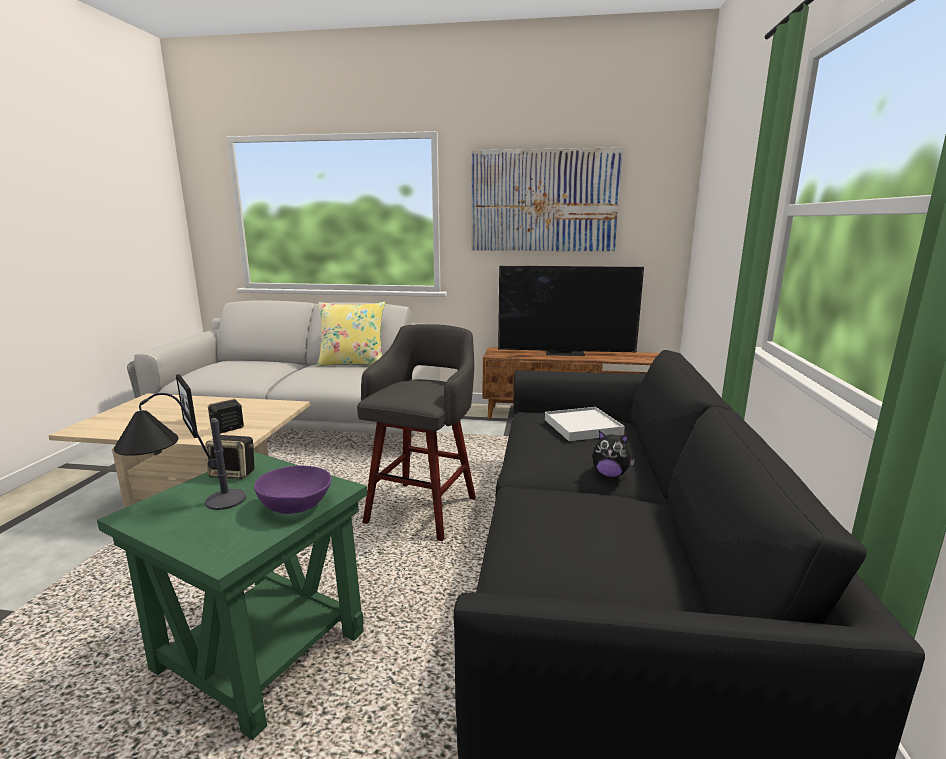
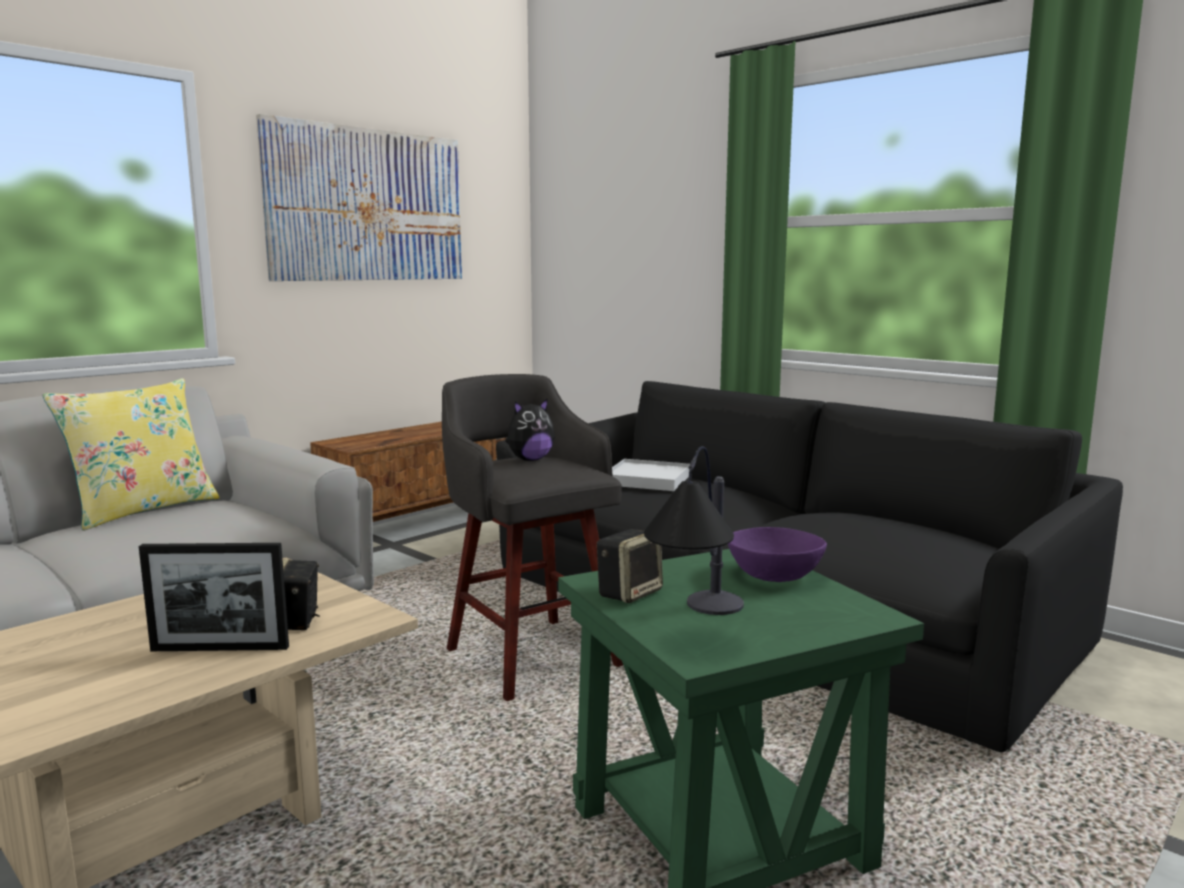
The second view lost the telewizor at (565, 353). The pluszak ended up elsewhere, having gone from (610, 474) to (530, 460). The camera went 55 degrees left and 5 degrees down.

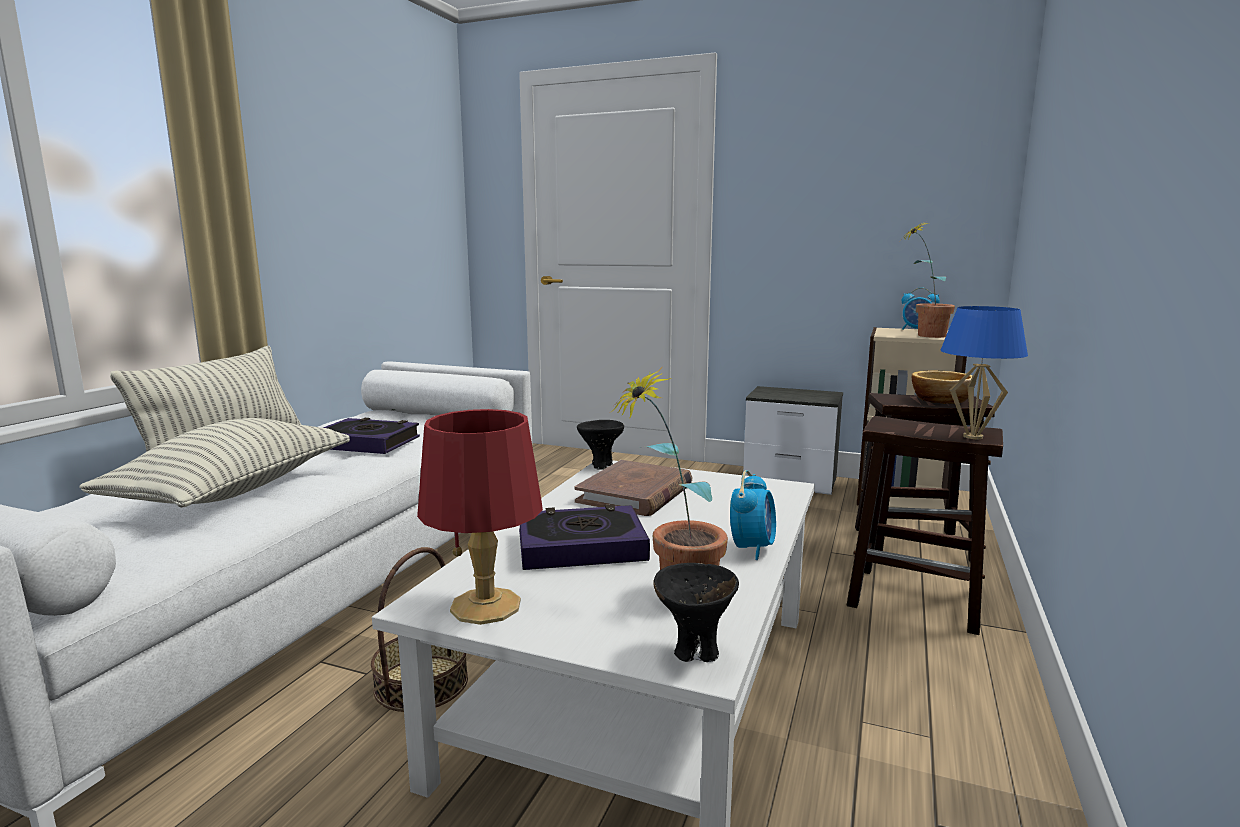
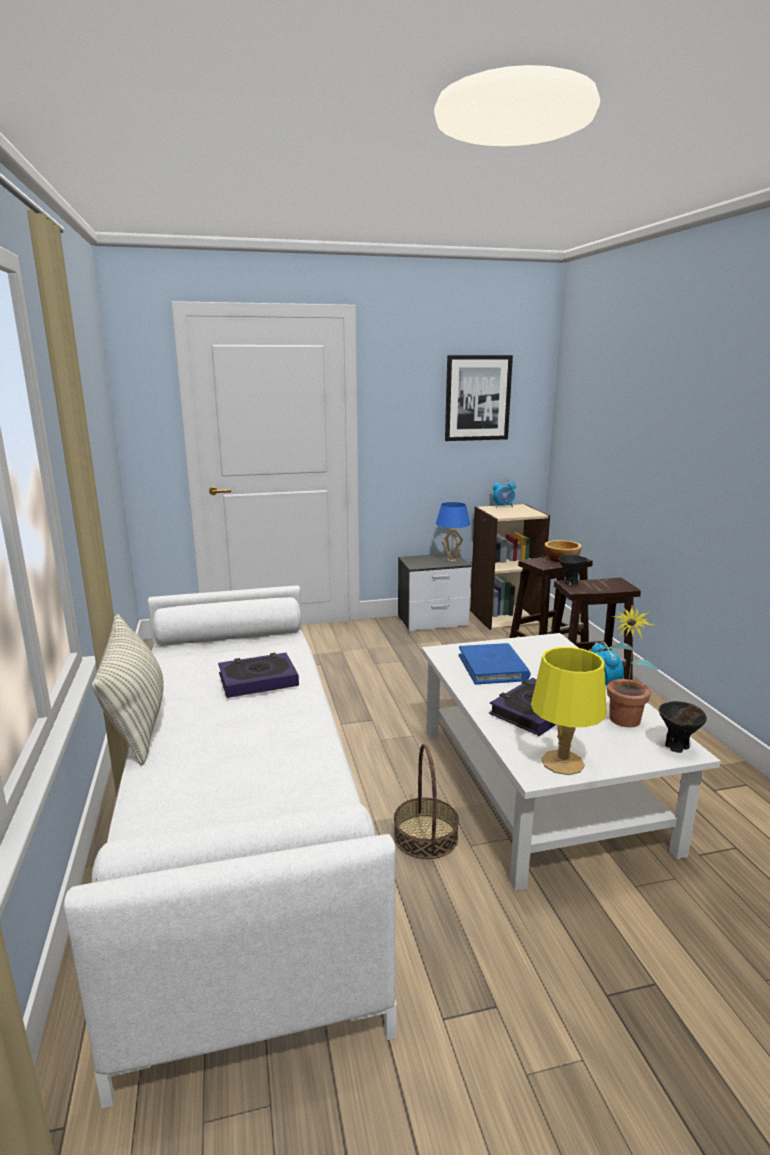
The second view lost the roślina doniczkowa at (923, 335). The lampa stołowa (niebieski) ended up elsewhere, having gone from (973, 437) to (451, 560). What was the lampa stołowa (czerwony) at (487, 606) turned into the lampa stołowa (żółty) at (563, 762). The second view lost the poduszka at (234, 491). The miska (czarny) ended up elsewhere, having gone from (601, 465) to (571, 583). What was the książka (brązowy) at (635, 493) turned into the książka (niebieski) at (493, 667). The second view gained the obraz at (477, 398). The camera went 35 degrees left and 5 degrees up.

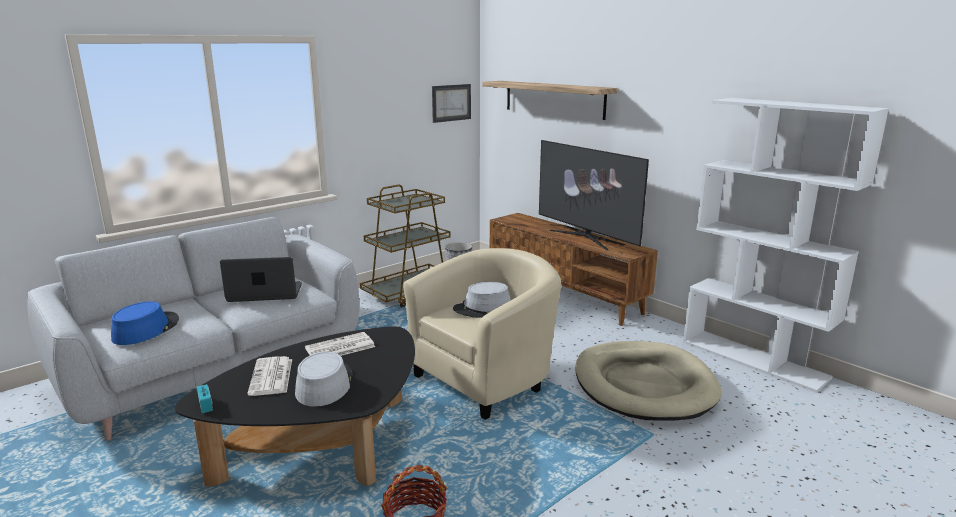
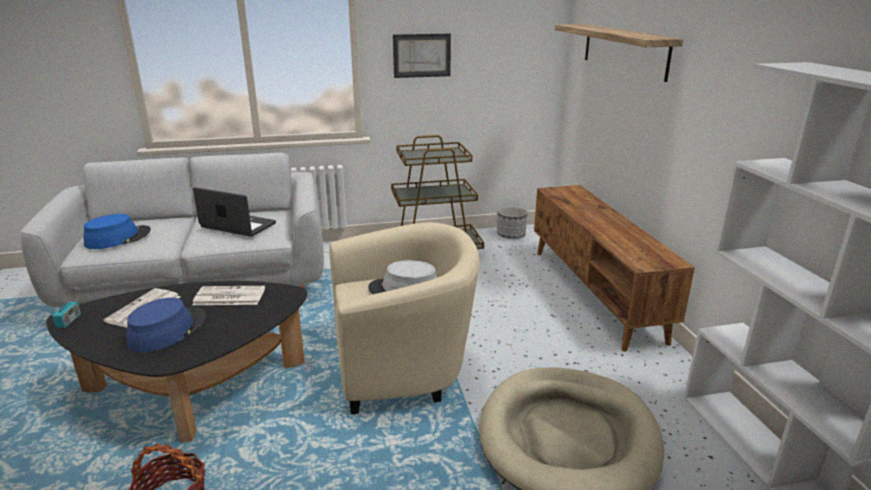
The obraz ended up elsewhere, having gone from (451, 103) to (422, 55). The second view lost the telewizor at (586, 237). What was the kapelusz (szary) at (324, 384) turned into the kapelusz (niebieski) at (167, 330). The camera went 30 degrees right and 5 degrees up.

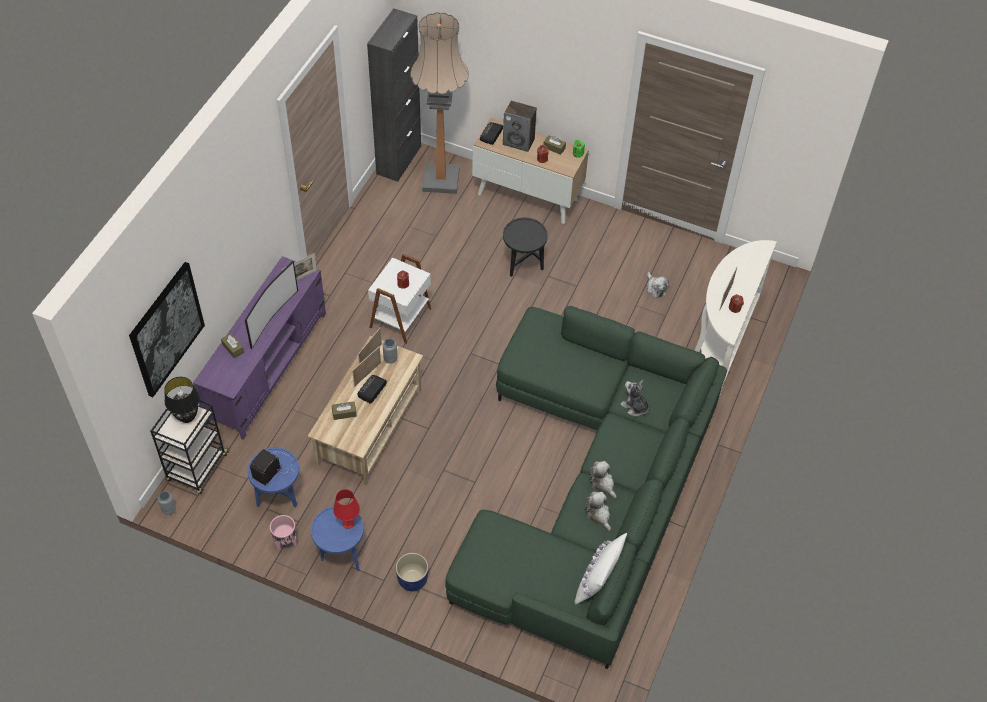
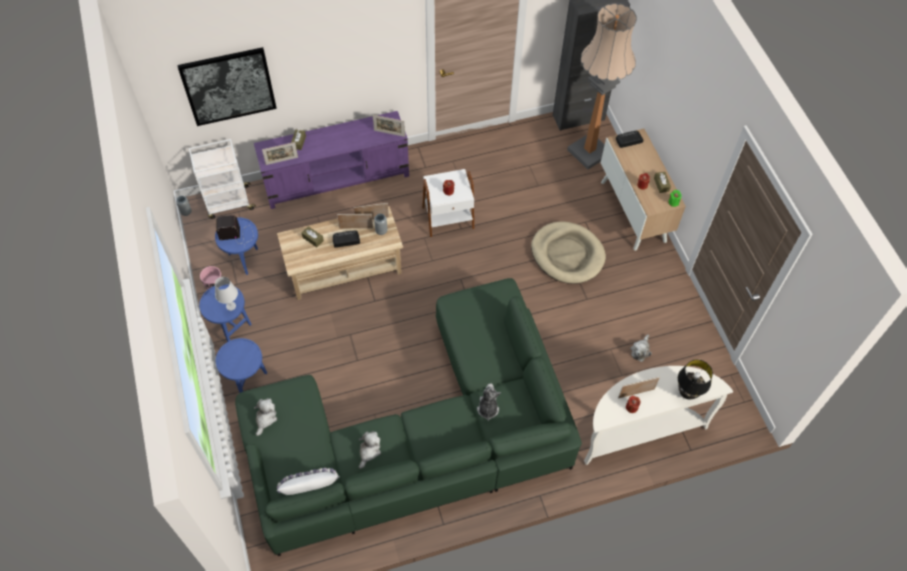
The second view lost the głośnik at (519, 141). Where the stolik (czarny) stood at (523, 267), the legowisko (beżowy) came to stand at (567, 254). The second view lost the telewizor at (272, 317). The lampa stołowa (czarny) ended up elsewhere, having gone from (187, 417) to (687, 392). What was the wózek (czarny) at (197, 468) turned into the wózek (biały) at (228, 202). The pluszak ended up elsewhere, having gone from (602, 483) to (265, 418). What was the lampa stołowa (czerwony) at (348, 523) turned into the lampa stołowa (biały) at (231, 306). Where the donica (niebieski) stood at (412, 580), the stolik (niebieski) came to stand at (247, 381). The second view gained the ramka na zdjęcie at (282, 161). The camera went 50 degrees right and 5 degrees up.

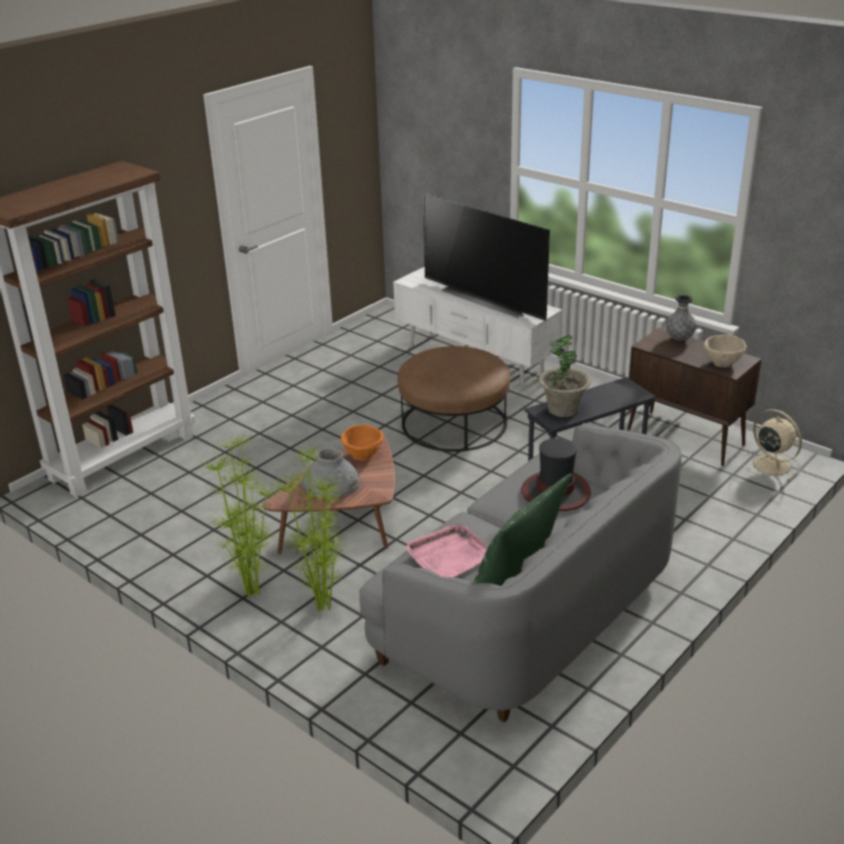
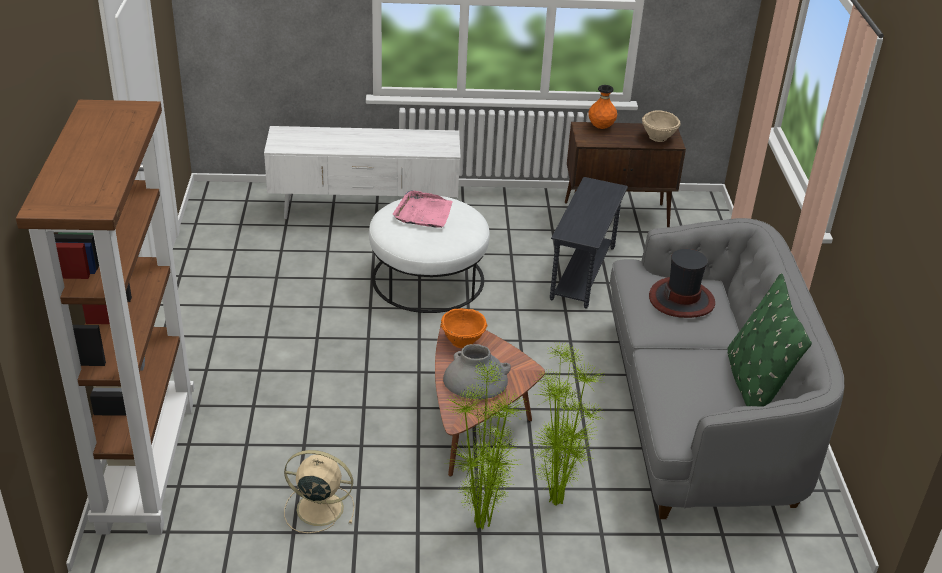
The second view lost the telewizor at (487, 299). What was the wazon (szary) at (679, 339) turned into the wazon (pomarańczowy) at (601, 127). The second view lost the roślina doniczkowa at (563, 409). What was the pufa (brązowy) at (454, 423) turned into the pufa (biały) at (427, 279). The wentylator (beżowy) ended up elsewhere, having gone from (770, 464) to (317, 508). The taca (różowy) ended up elsewhere, having gone from (448, 555) to (423, 212). The camera went 45 degrees left and 5 degrees up.

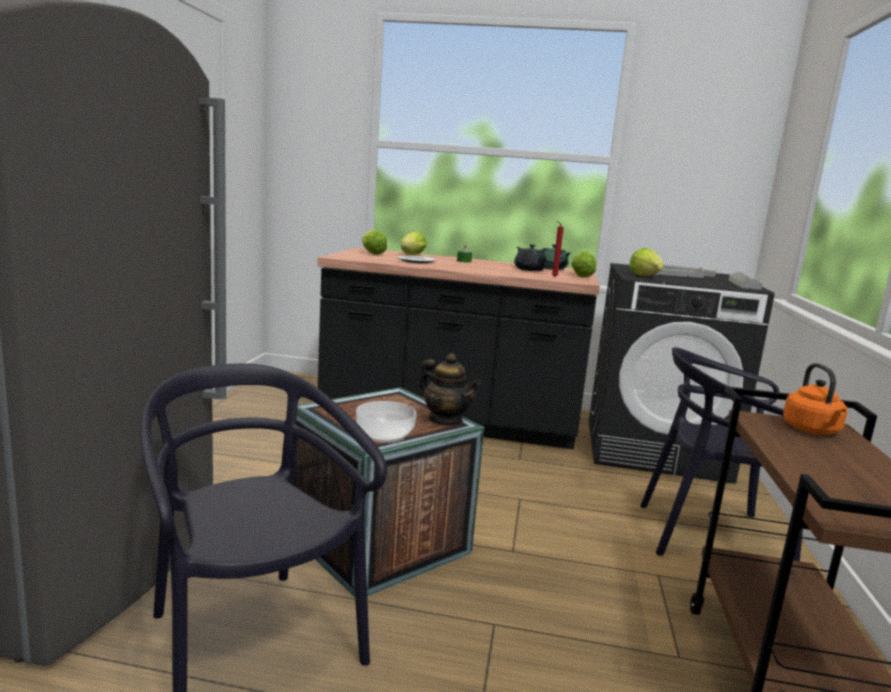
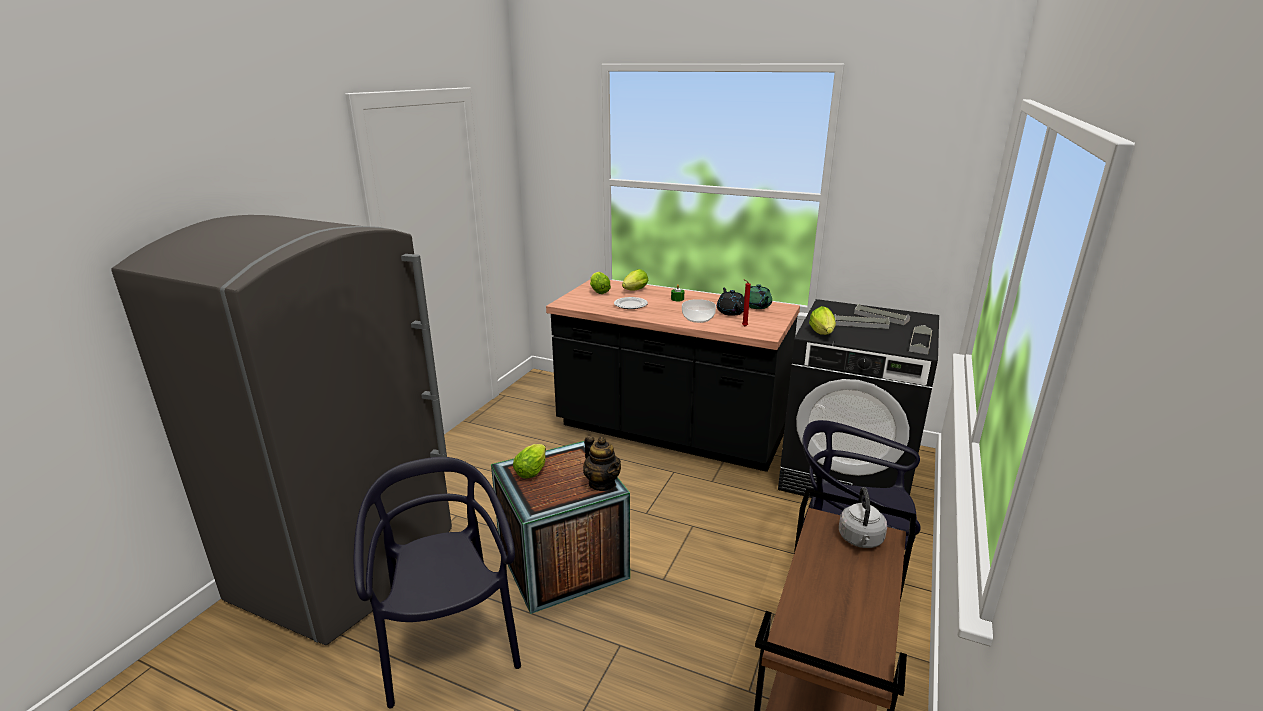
The sałata ended up elsewhere, having gone from (581, 276) to (533, 470). What was the czajnik (pomarańczowy) at (812, 431) turned into the czajnik (szary) at (860, 540). The miska ended up elsewhere, having gone from (384, 435) to (697, 318). The camera went 15 degrees right and 10 degrees up.

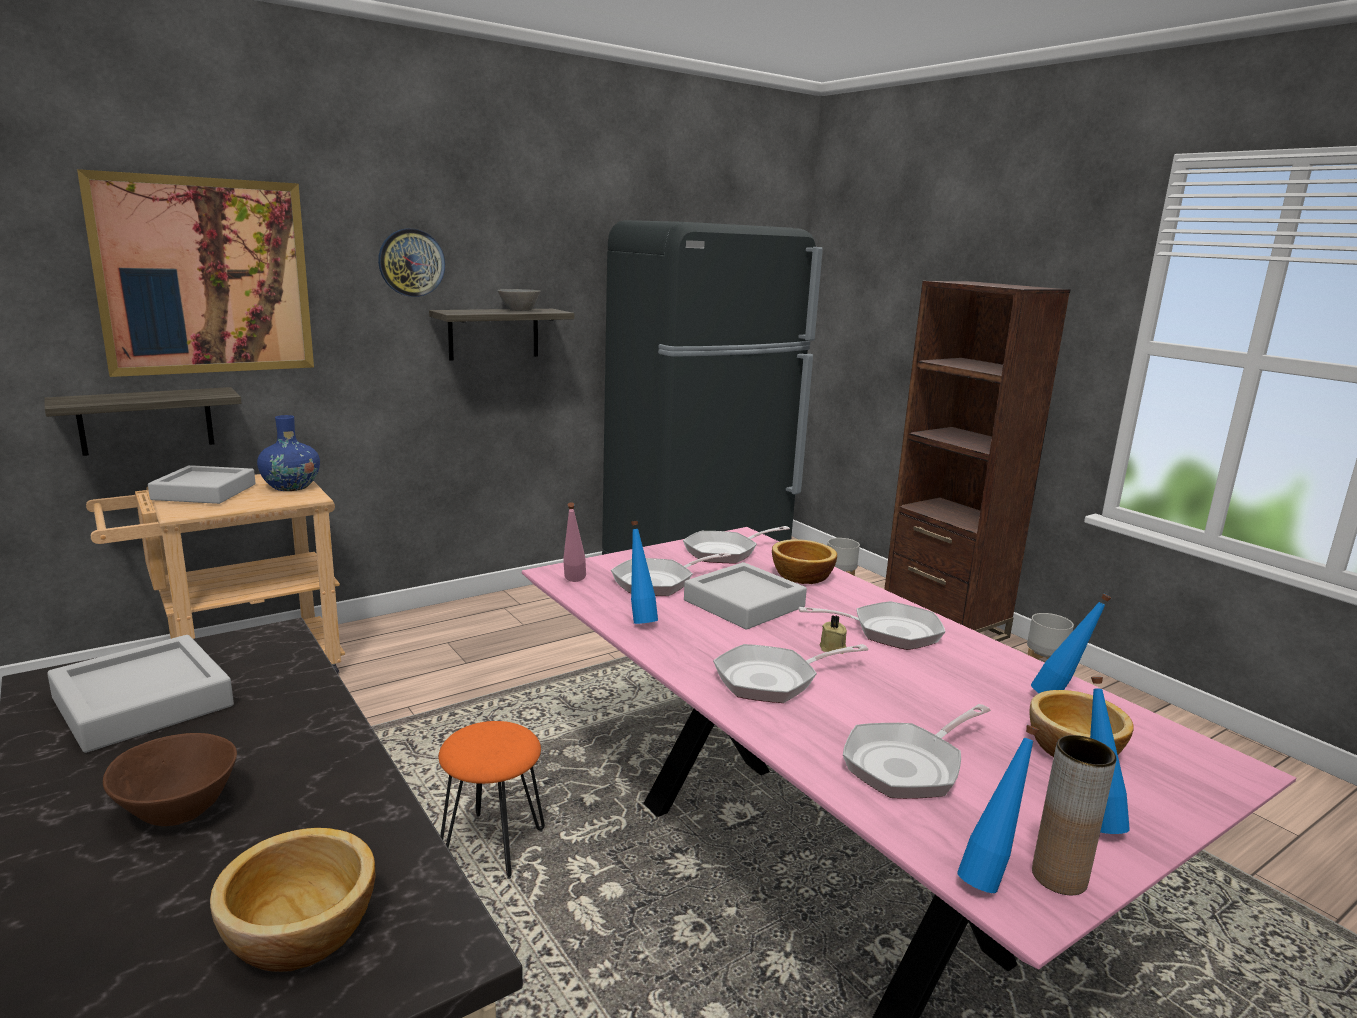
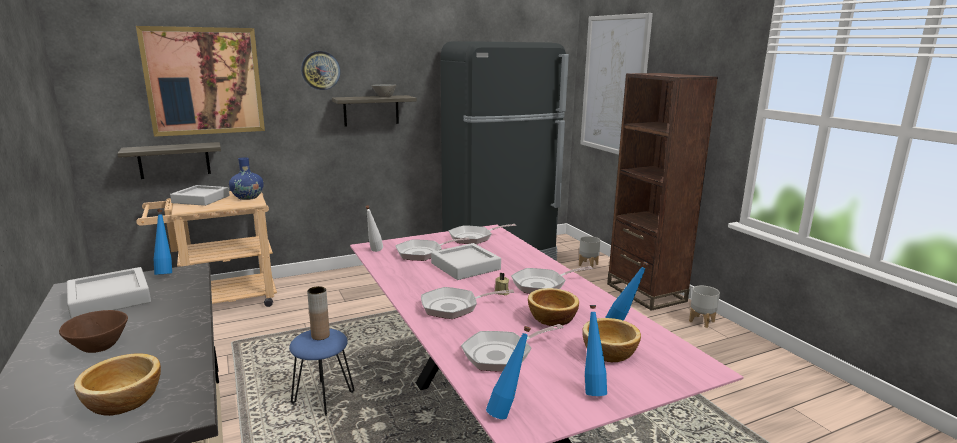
What was the butelka (różowy) at (573, 583) turned into the butelka (biały) at (374, 252). The butelka (niebieski) ended up elsewhere, having gone from (640, 620) to (166, 273). The miska ended up elsewhere, having gone from (800, 576) to (551, 318). The patelnia at (889, 632) ended up facing another way, 150 degrees clockwise from before. What was the stołek (pomarańczowy) at (491, 846) turned into the stołek (niebieski) at (323, 398). The wazon (brązowy) ended up elsewhere, having gone from (1059, 877) to (320, 336). The second view gained the obraz at (614, 85). The camera went 10 degrees right and 0 degrees up.

